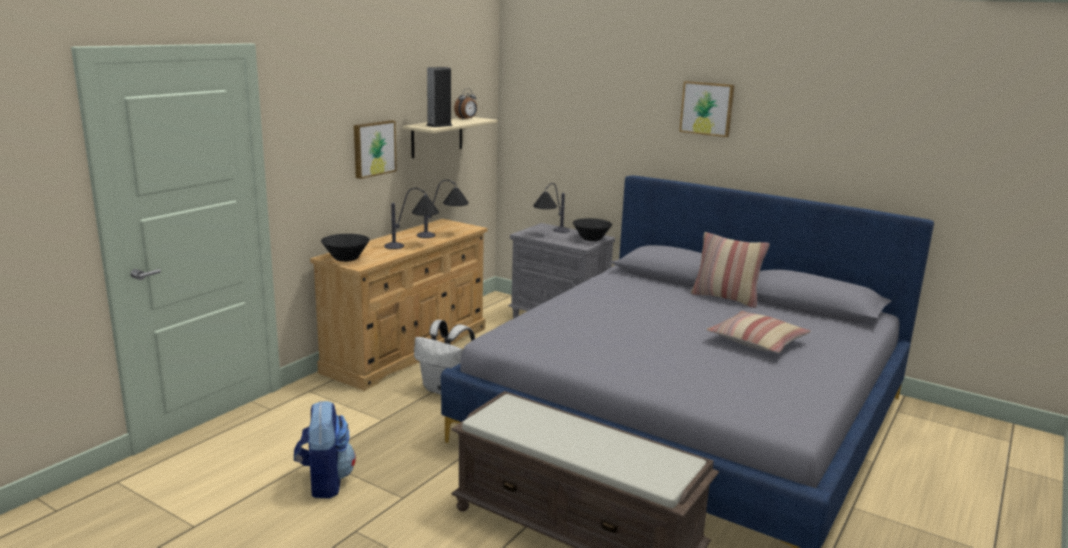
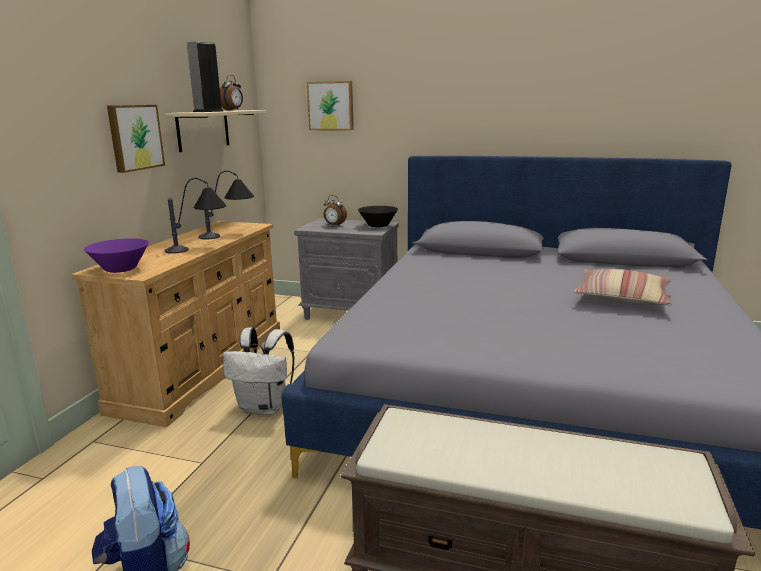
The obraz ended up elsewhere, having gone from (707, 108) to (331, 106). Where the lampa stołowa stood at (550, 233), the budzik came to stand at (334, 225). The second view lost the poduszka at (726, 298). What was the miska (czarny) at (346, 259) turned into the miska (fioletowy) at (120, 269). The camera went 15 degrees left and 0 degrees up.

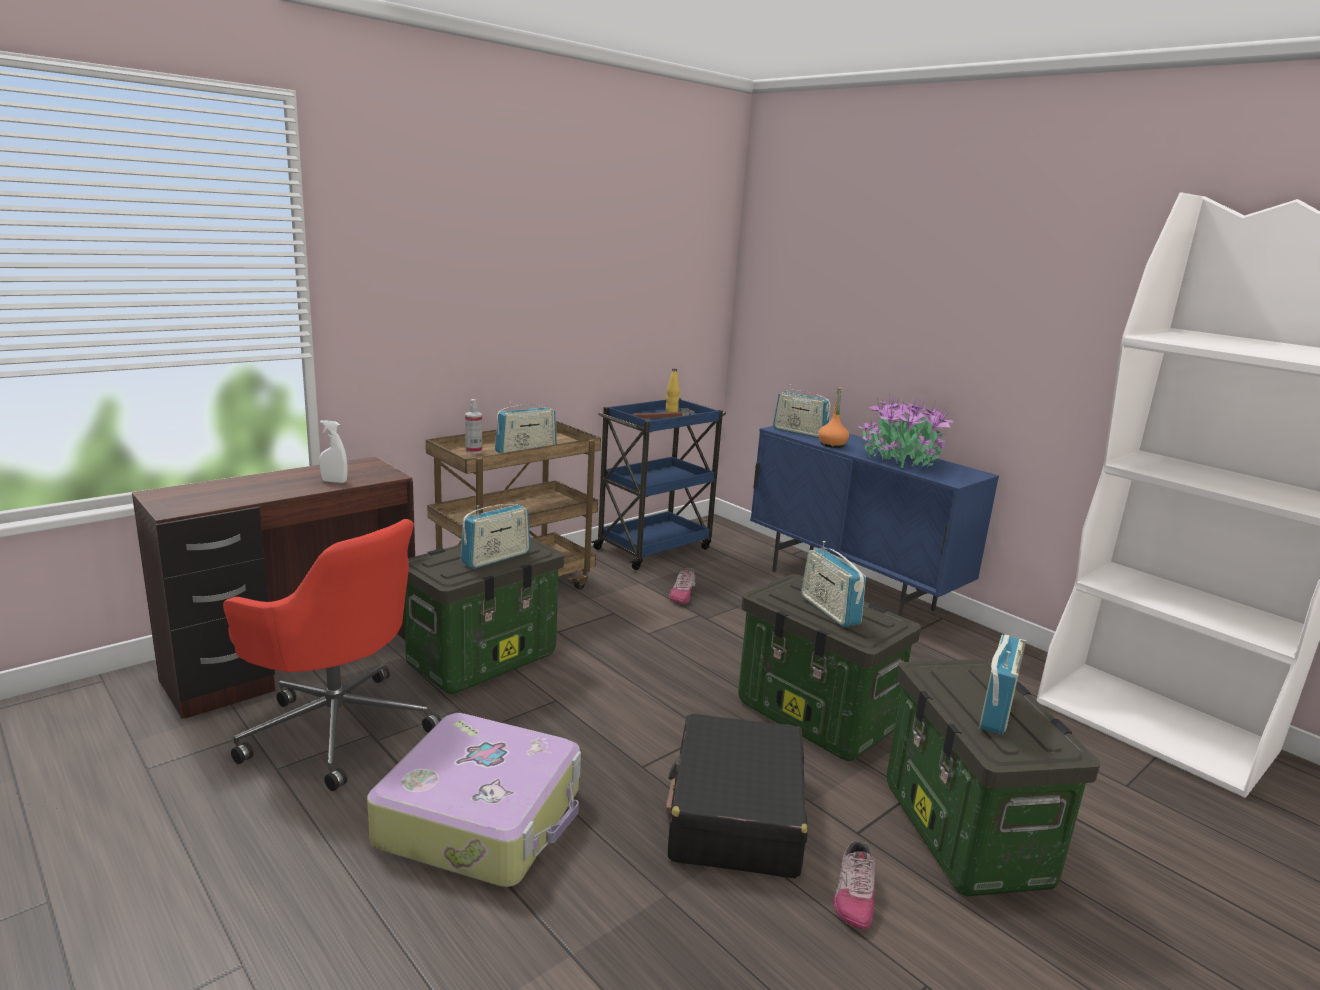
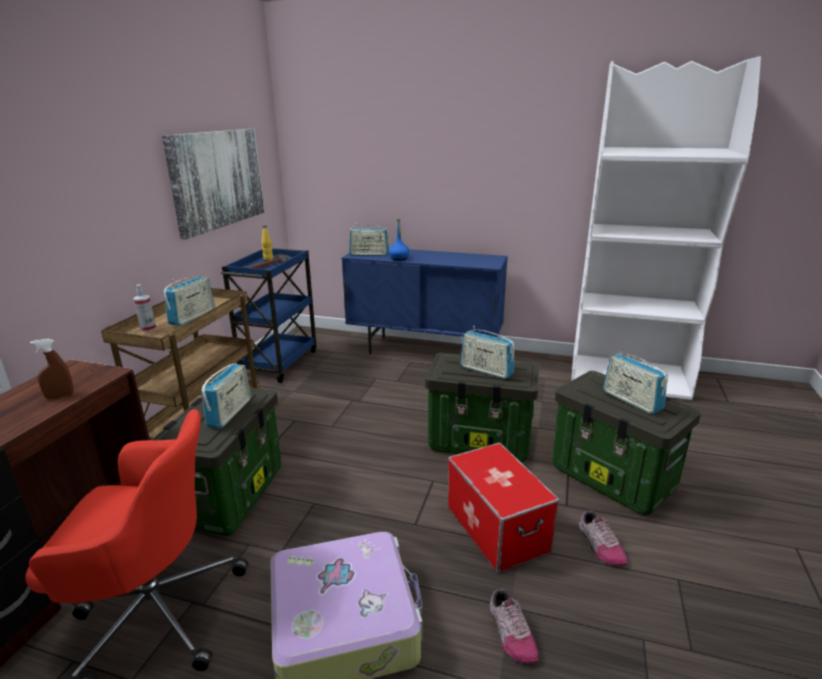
What was the butelka (pomarańczowy) at (832, 445) turned into the butelka (niebieski) at (399, 258). The second view lost the roślina doniczkowa at (901, 460). What was the spryskiwacz (biały) at (334, 481) turned into the spryskiwacz (brązowy) at (60, 396). The but ended up elsewhere, having gone from (682, 594) to (510, 633). The radio at (996, 711) ended up facing another way, 150 degrees clockwise from before. Where the walizka (czarny) stood at (735, 814), the pojemnik do przechowywania came to stand at (497, 528). The second view gained the obraz at (218, 179). The camera went 30 degrees left and 5 degrees up.

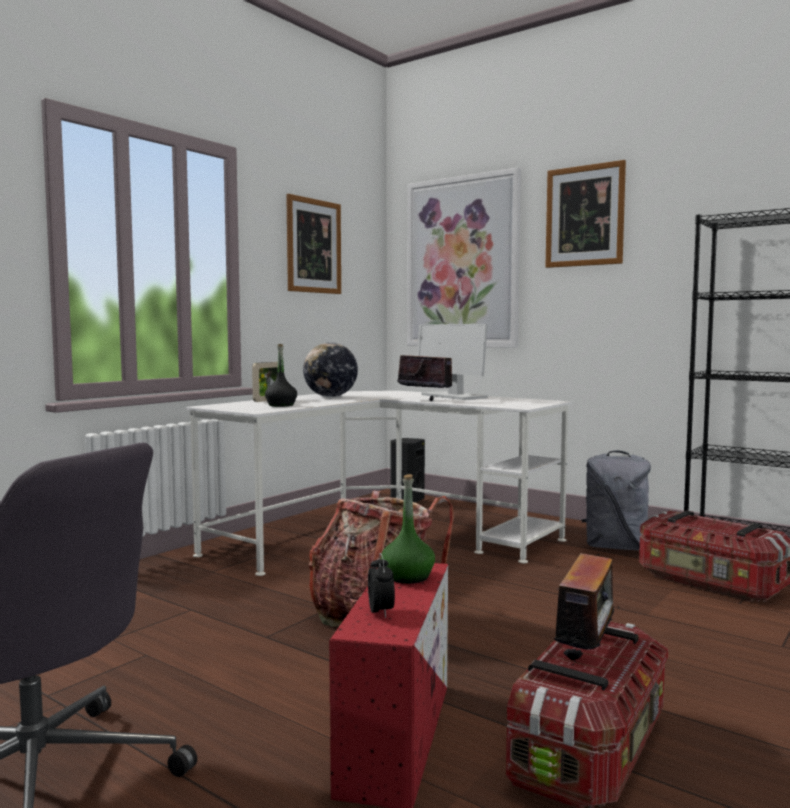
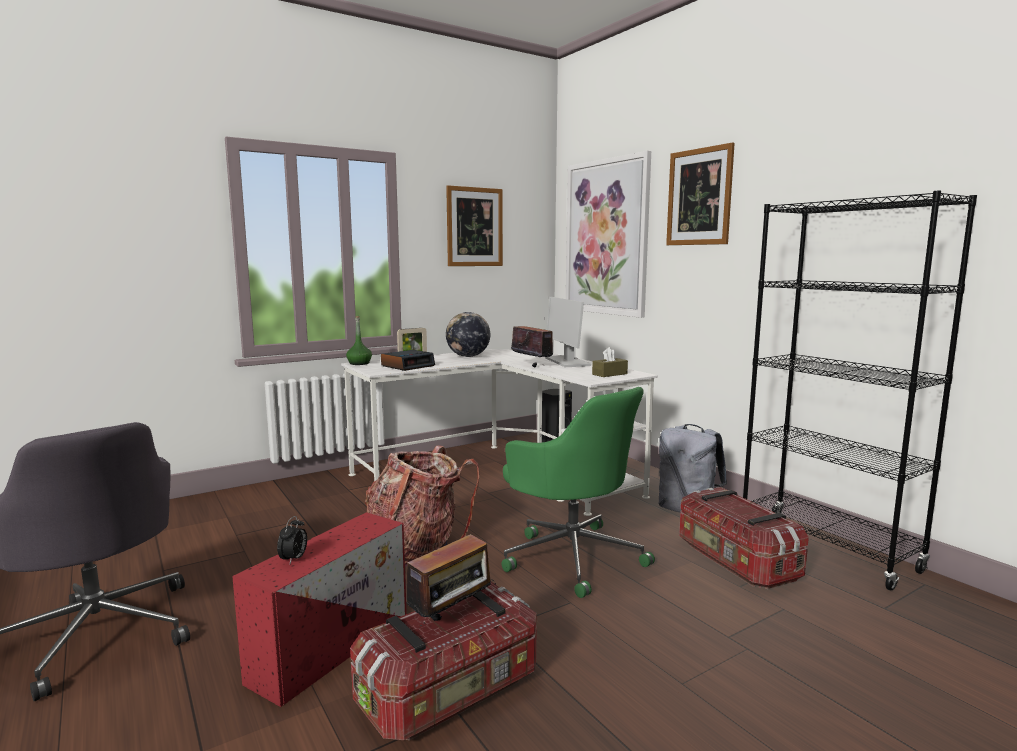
Where the butelka (czarny) stood at (281, 405), the budzik came to stand at (408, 366). The butelka (zielony) ended up elsewhere, having gone from (408, 577) to (359, 363). The second view gained the pudełko chusteczek (brązowy) at (609, 374). The second view gained the krzesło biurowe (zielony) at (572, 556). The camera went 20 degrees right and 5 degrees up.

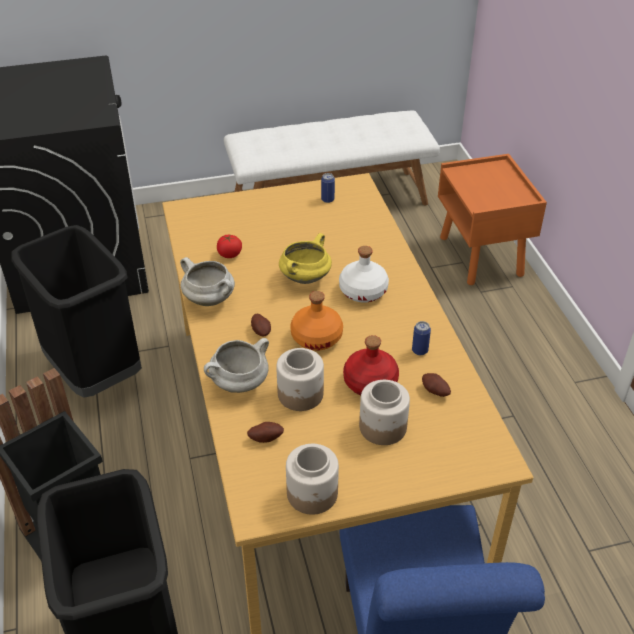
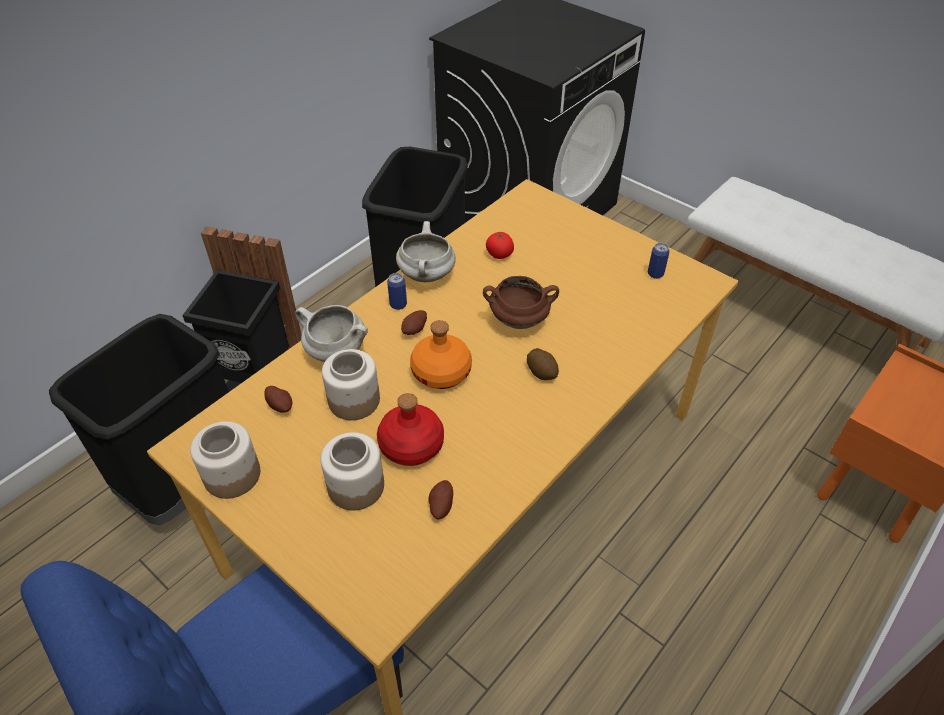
What was the garnek (żółty) at (305, 277) turned into the garnek (brązowy) at (519, 319). Where the butelka (biały) stood at (363, 291), the ziemniak came to stand at (542, 372). The puszka ended up elsewhere, having gone from (420, 350) to (398, 304). The camera went 55 degrees right and 5 degrees up.

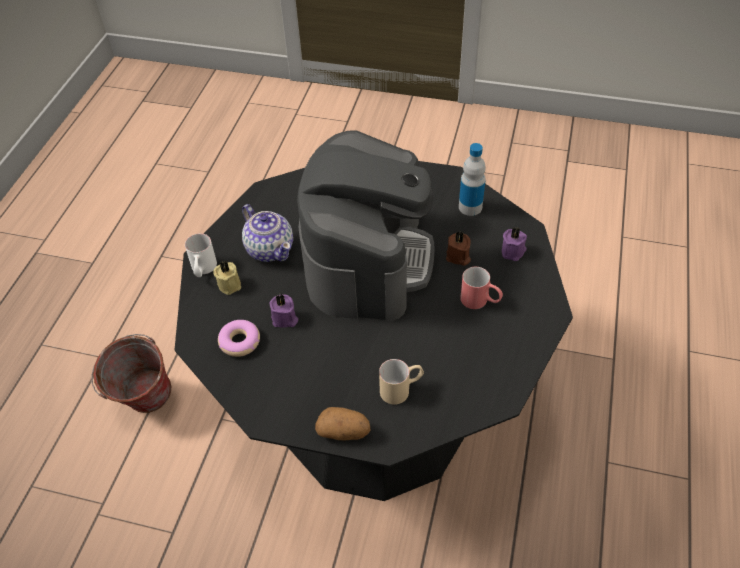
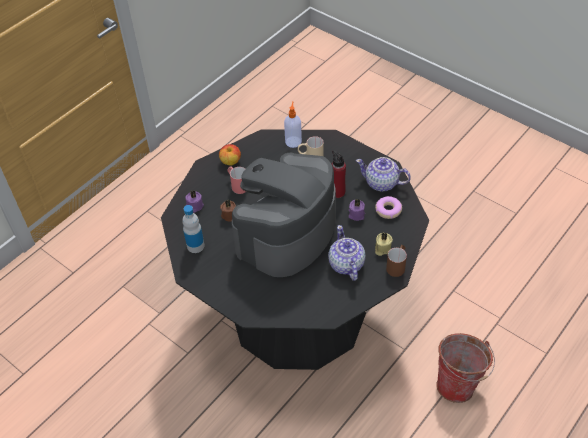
What was the kubek (biały) at (203, 270) turned into the kubek (brązowy) at (397, 265). The second view lost the ziemniak at (344, 432). The second view gained the dozownik mydła at (293, 141). The second view gained the jabłko at (230, 162). The second view gained the butelka (czerwony) at (337, 192). The second view gained the imbryk at (382, 183). The camera went 155 degrees left and 0 degrees up.

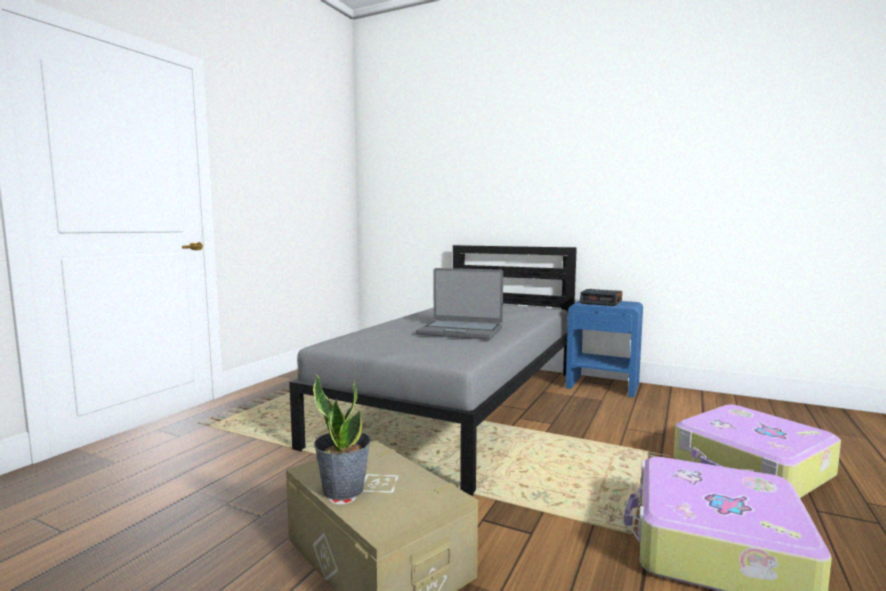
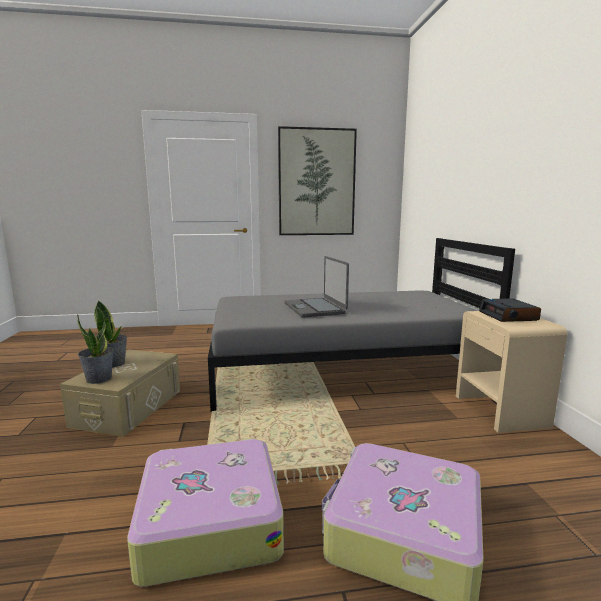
What was the szafka nocna (niebieski) at (603, 385) turned into the szafka nocna (beżowy) at (501, 411). The second view gained the obraz at (316, 183). The second view gained the roślina doniczkowa at (99, 379). The camera went 55 degrees right and 5 degrees up.

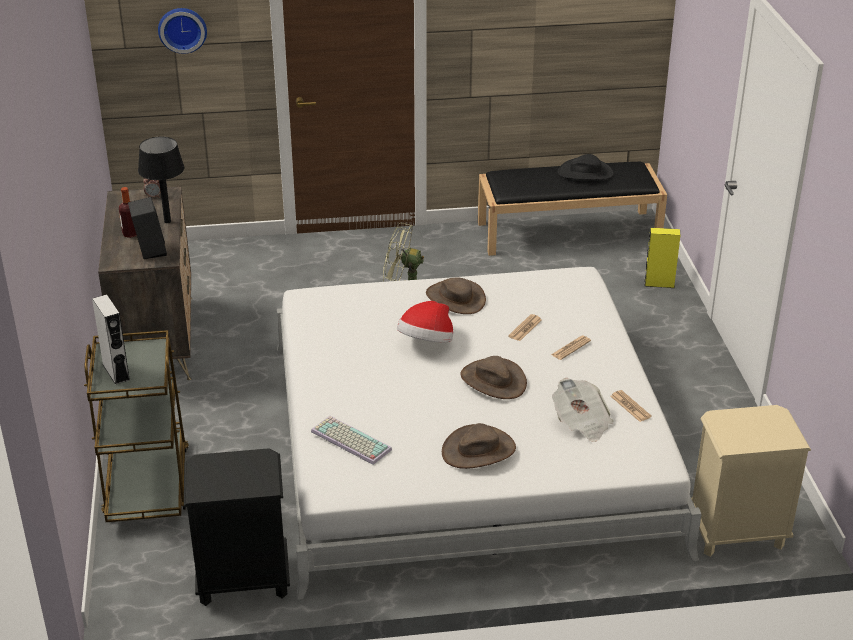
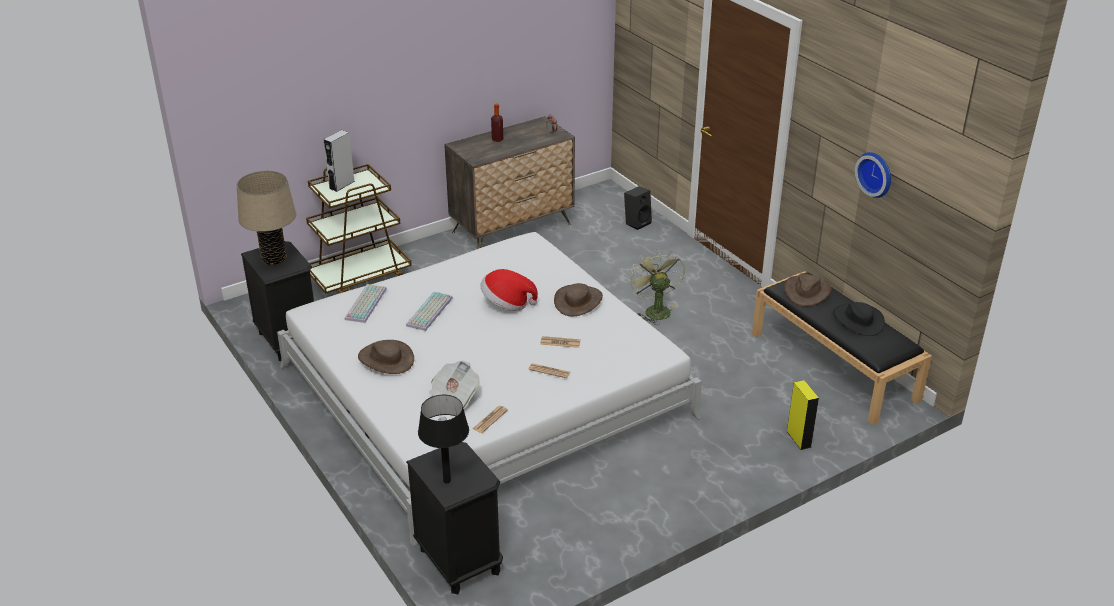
The zegar ścienny ended up elsewhere, having gone from (182, 29) to (876, 173). The lampa stołowa (czarny) ended up elsewhere, having gone from (167, 221) to (446, 481). The głośnik (czarny) ended up elsewhere, having gone from (149, 250) to (637, 222). The kapelusz (brązowy) ended up elsewhere, having gone from (493, 380) to (806, 291). What was the szafka nocna (beżowy) at (735, 533) turned into the szafka nocna (czarny) at (459, 561). The second view gained the lampa stołowa (beżowy) at (274, 259). The second view gained the klawiatura at (430, 312). The camera went 65 degrees right and 0 degrees up.

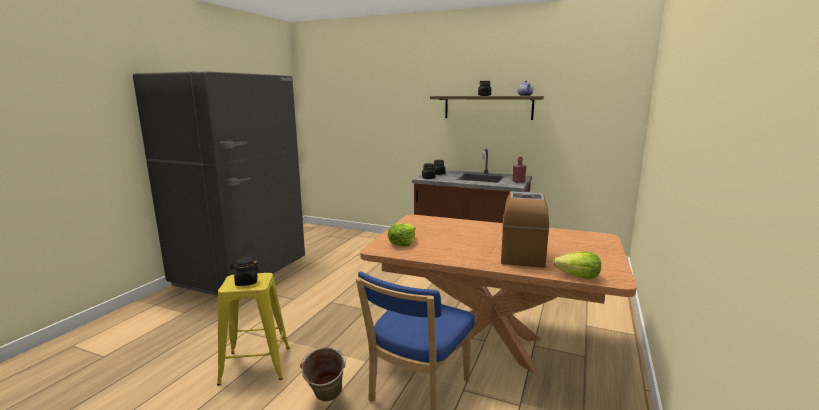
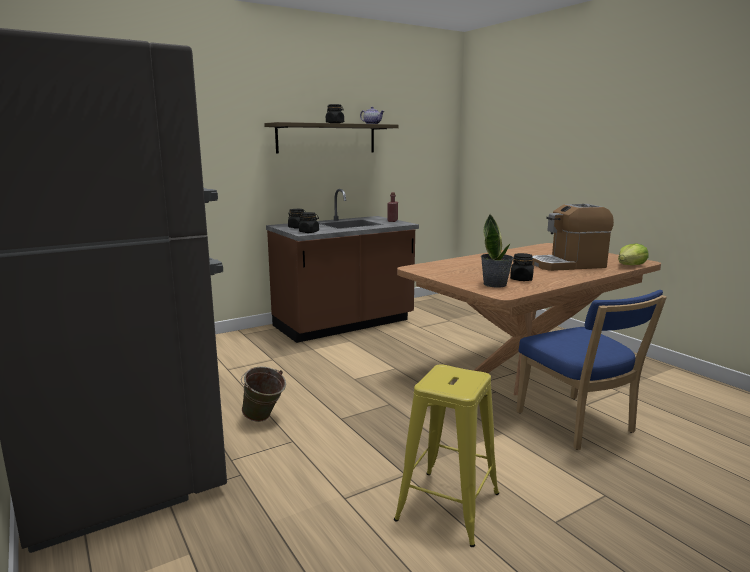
The ekspres do kawy at (522, 253) ended up facing another way, 60 degrees counterclockwise from before. Where the sałata stood at (402, 243), the roślina doniczkowa came to stand at (495, 284). The słoik (czarny) ended up elsewhere, having gone from (246, 282) to (521, 279). The wiadro (zielony) ended up elsewhere, having gone from (325, 400) to (264, 419). The camera went 55 degrees left and 0 degrees up.

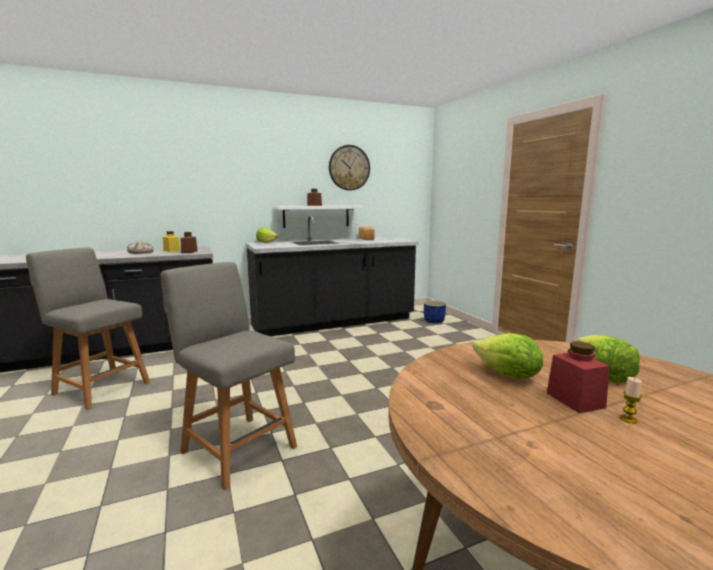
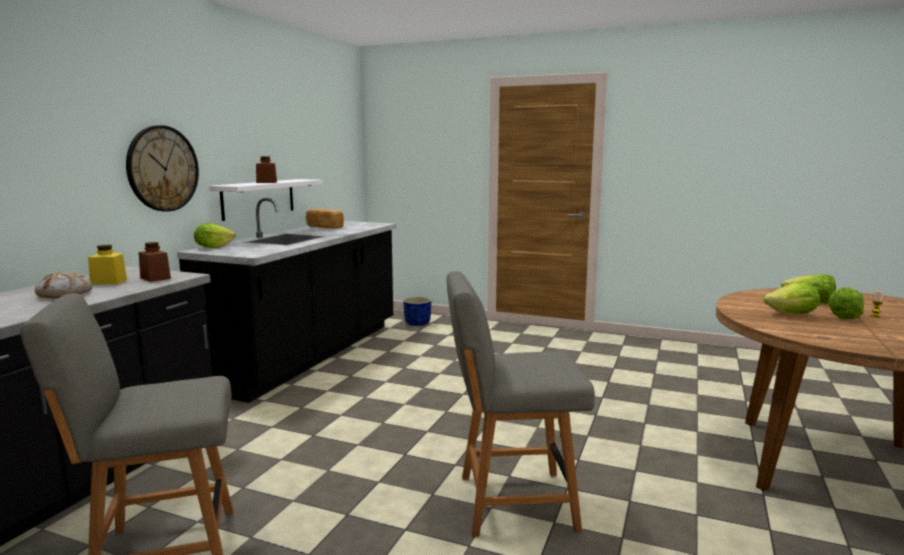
The zegar ścienny ended up elsewhere, having gone from (349, 168) to (162, 168). Where the słoik (czerwony) stood at (575, 400), the sałata came to stand at (843, 316). The camera went 45 degrees left and 0 degrees up.

